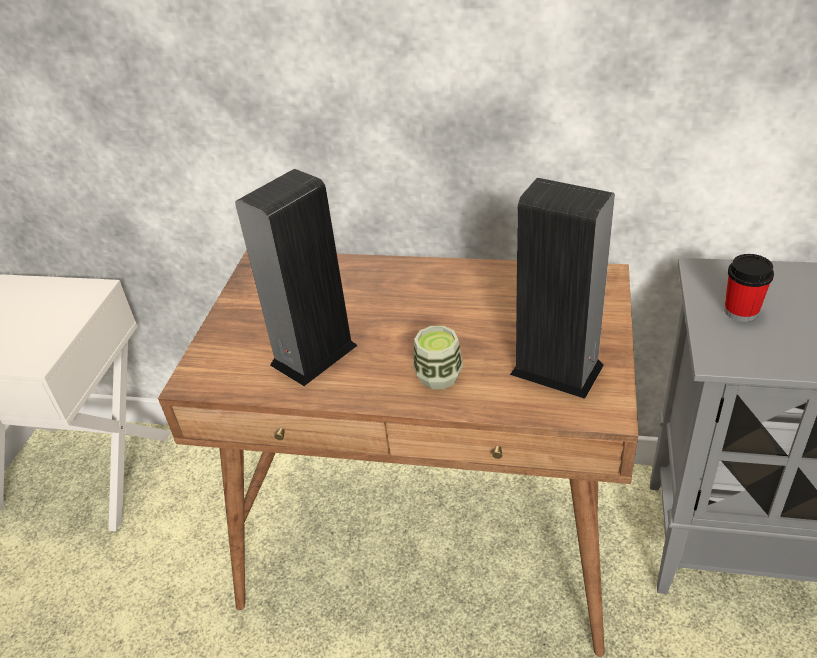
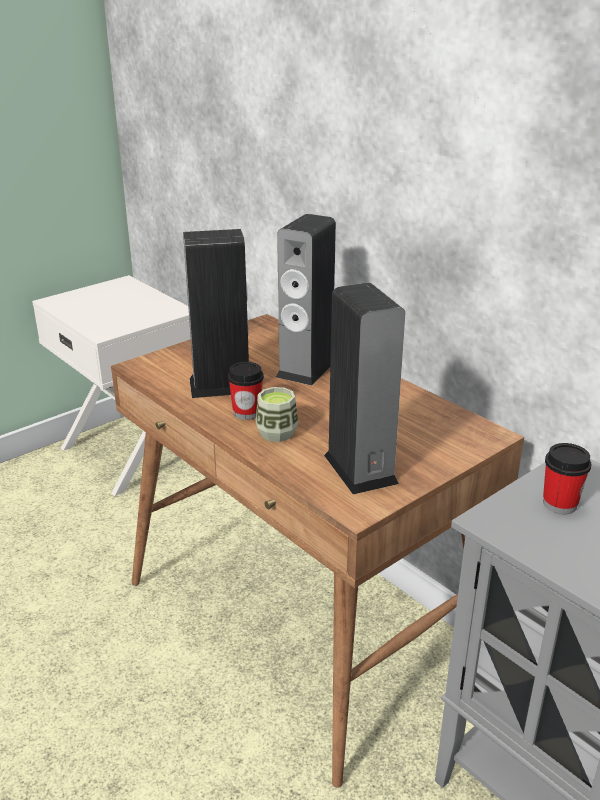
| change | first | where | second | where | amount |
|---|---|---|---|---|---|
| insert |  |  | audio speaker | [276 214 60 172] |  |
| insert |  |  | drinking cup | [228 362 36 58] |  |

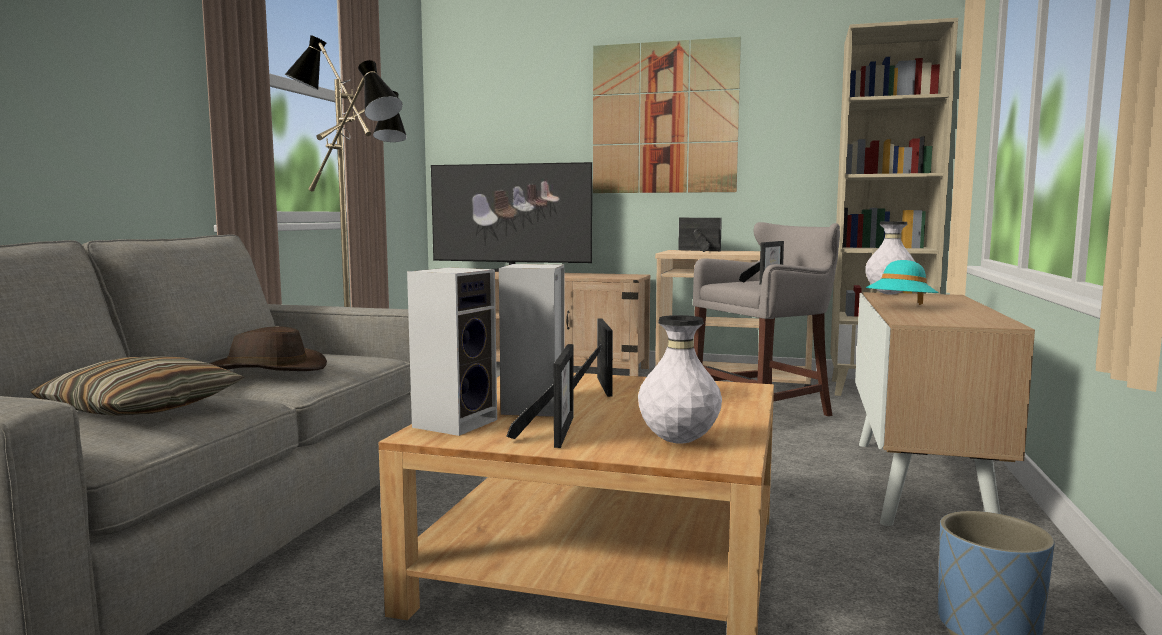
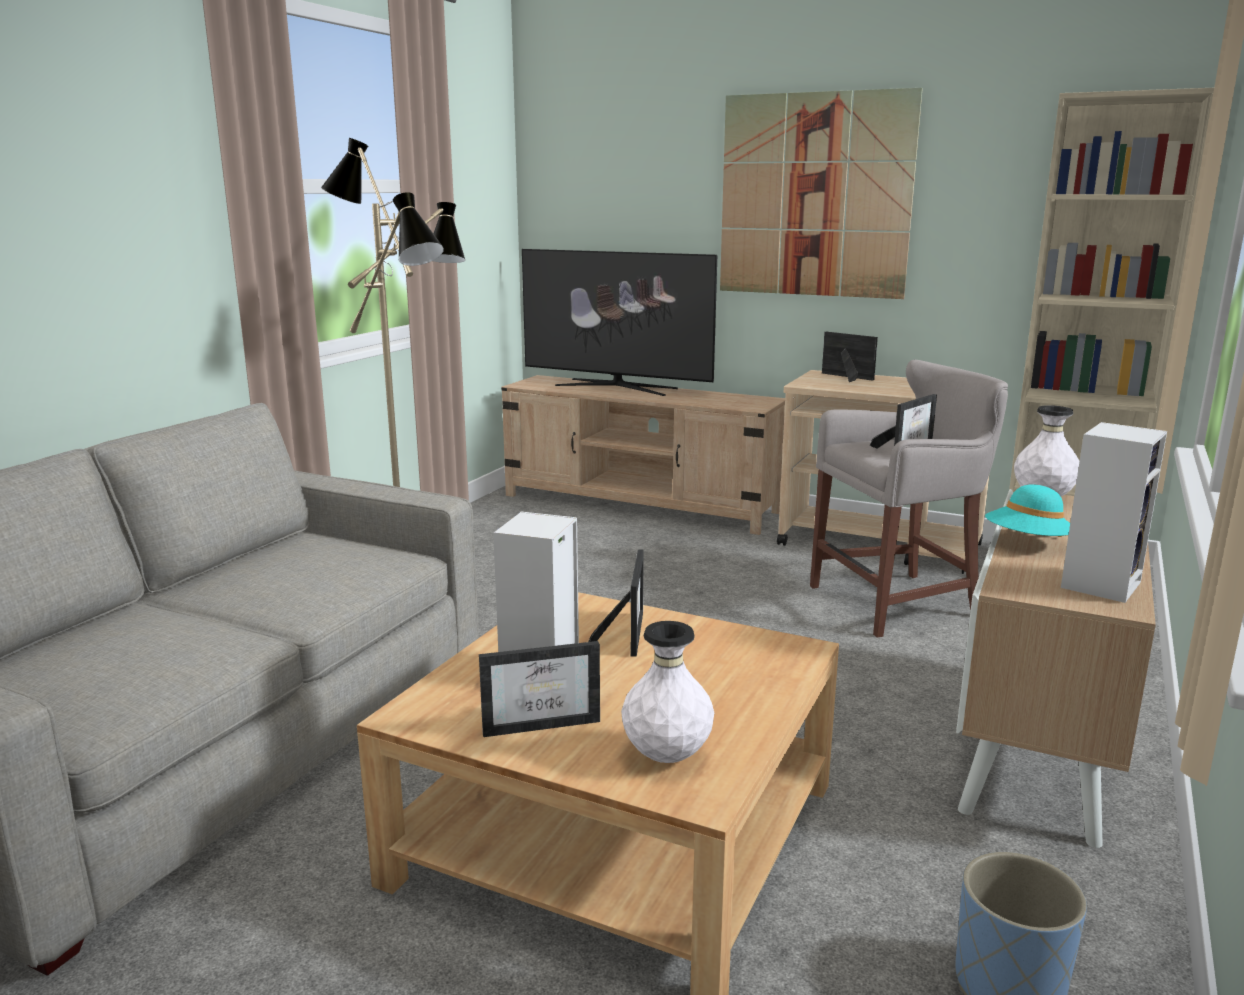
| change | first | where | second | where | amount |
|---|---|---|---|---|---|
| move | audio speaker | [407 267 90 169] |  | [1061 422 106 181] |  |
| delete | brown-coloured wearable hat | [210 326 117 45] |  |  |  |
| rotate | standing frame | [506 344 68 104] |  | [479 641 121 96] | 60 degrees clockwise |
| delete | throw pillow | [30 356 215 60] |  |  |  |

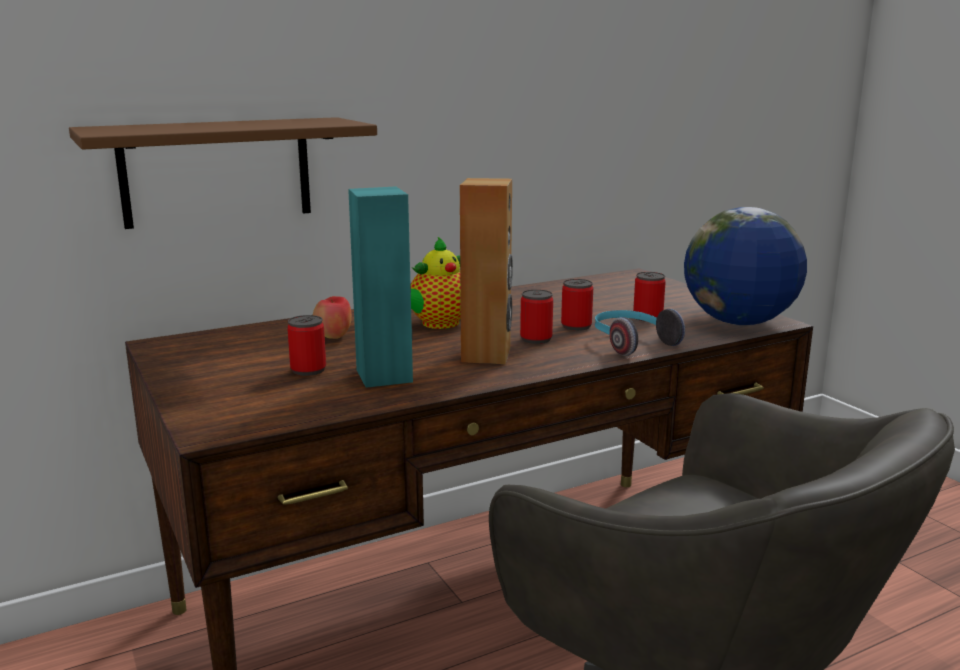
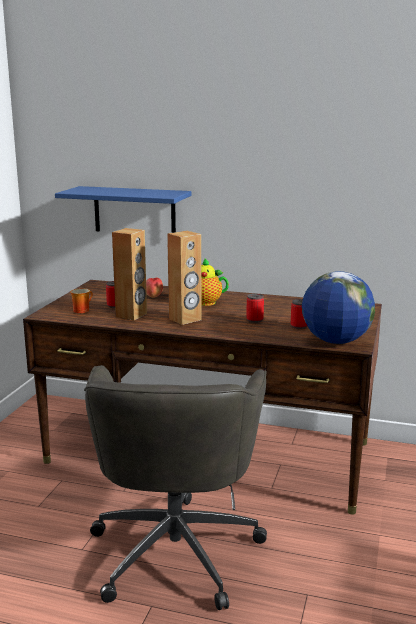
| change | first | where | second | where | amount |
|---|---|---|---|---|---|
| recolor | brown-coloured shelf | [69 117 308 112] | blue shelf | [55 186 136 47] |  |
| recolor | turquoise audio speaker | [348 186 65 202] | brown-coloured audio speaker | [112 228 35 92] |  |
| delete | can | [520 289 33 55] |  |  |  |
| delete | pair of headphones | [595 309 90 47] |  |  |  |
| insert |  |  | mug | [70 288 23 25] |  |

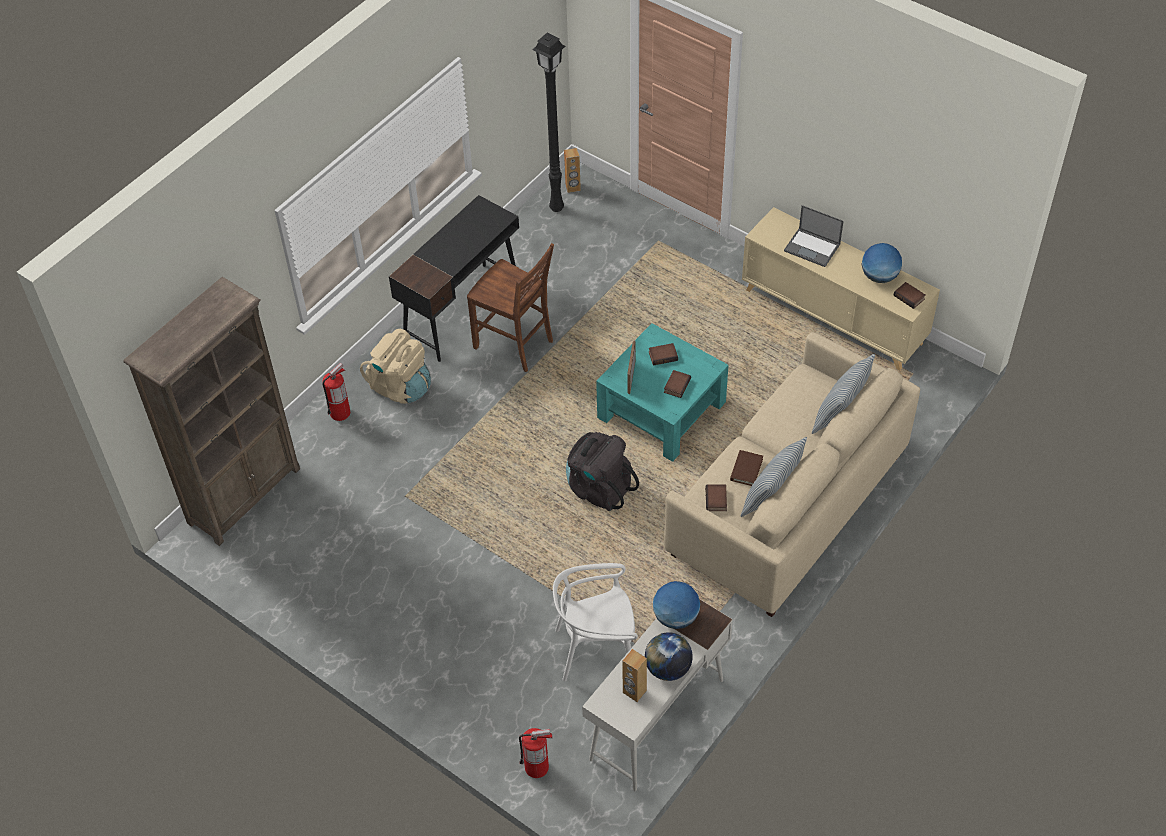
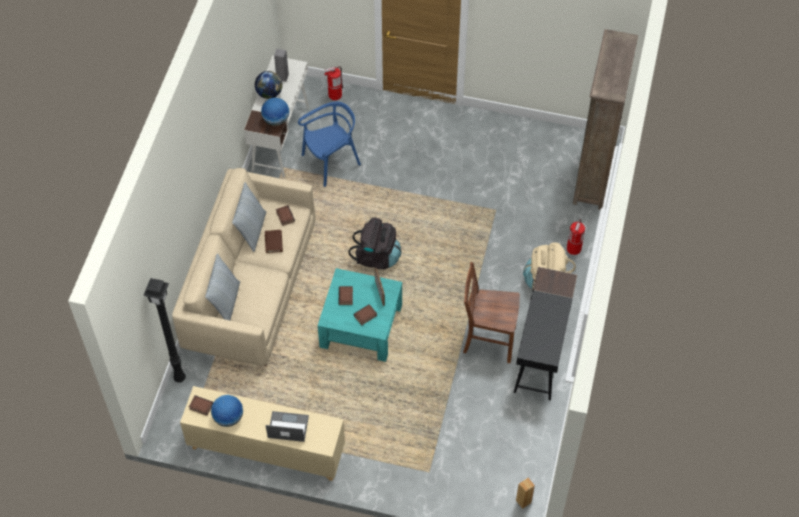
| change | first | where | second | where | amount |
|---|---|---|---|---|---|
| move | black-coloured standard lamp | [532 33 33 179] |  | [143 278 43 105] |  |
| recolor | white-coloured upright chair | [553 563 85 118] | blue upright chair | [298 102 63 85] |  |
| recolor | brown-coloured audio speaker | [622 649 25 53] | greyish audio speaker | [274 48 15 34] |  |

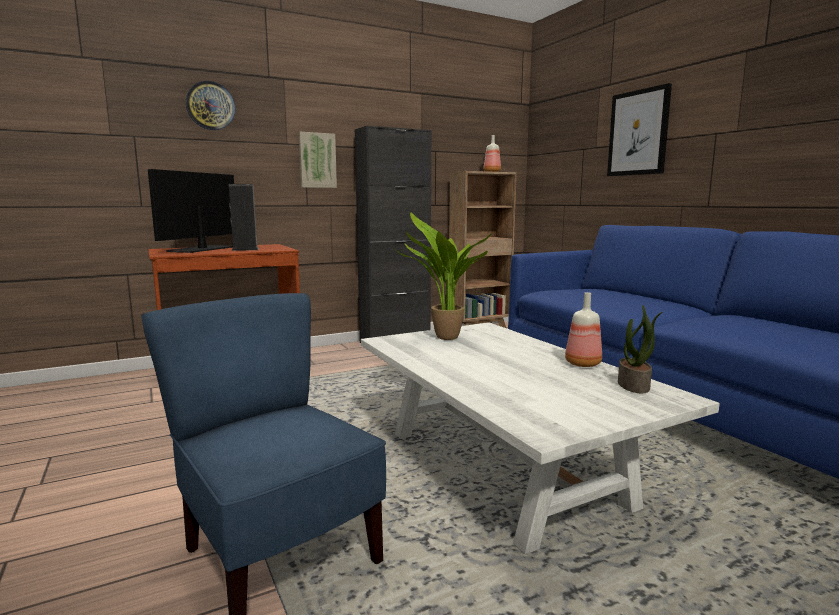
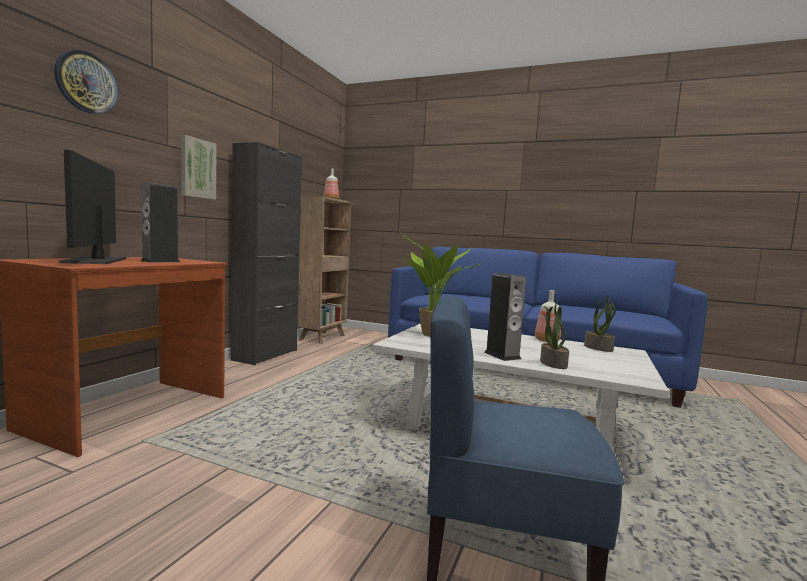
| change | first | where | second | where | amount |
|---|---|---|---|---|---|
| delete | picture | [607 83 65 93] |  |  |  |
| insert |  |  | audio speaker | [484 273 42 88] |  |
| insert |  |  | plant in a pot | [540 301 29 68] |  |

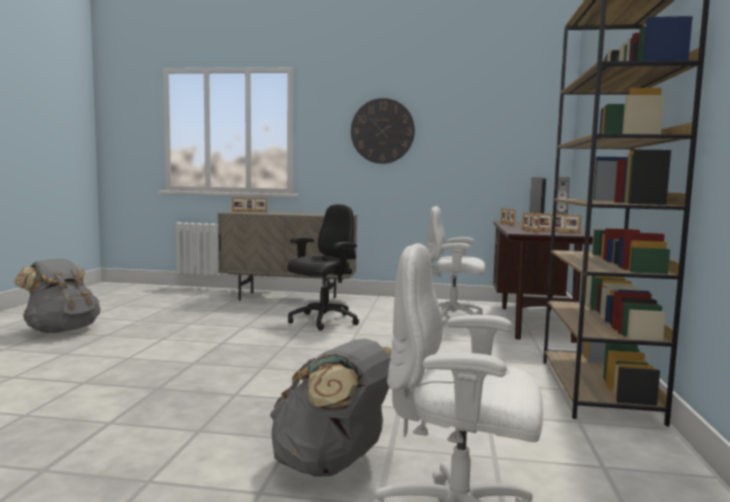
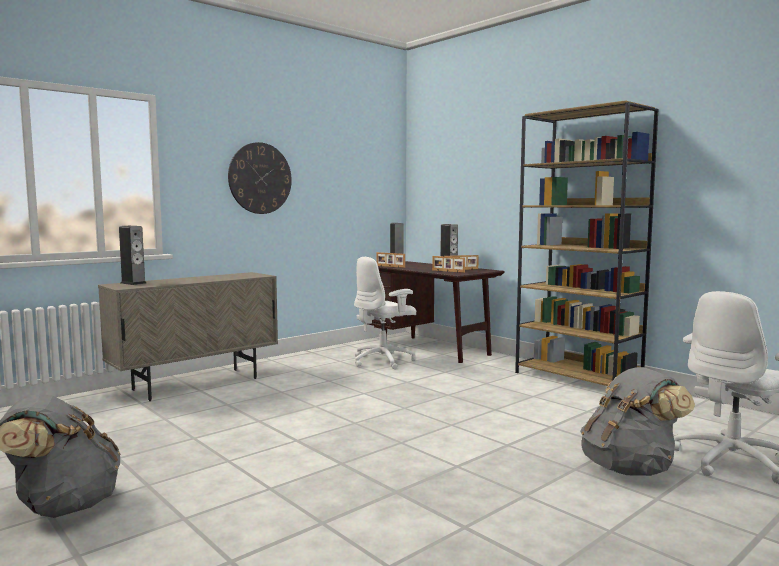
| change | first | where | second | where | amount |
|---|---|---|---|---|---|
| replace | standing frame | [232 198 35 14] | audio speaker | [119 226 27 59] |  |
| delete | black-coloured office chair | [287 204 72 127] |  |  |  |

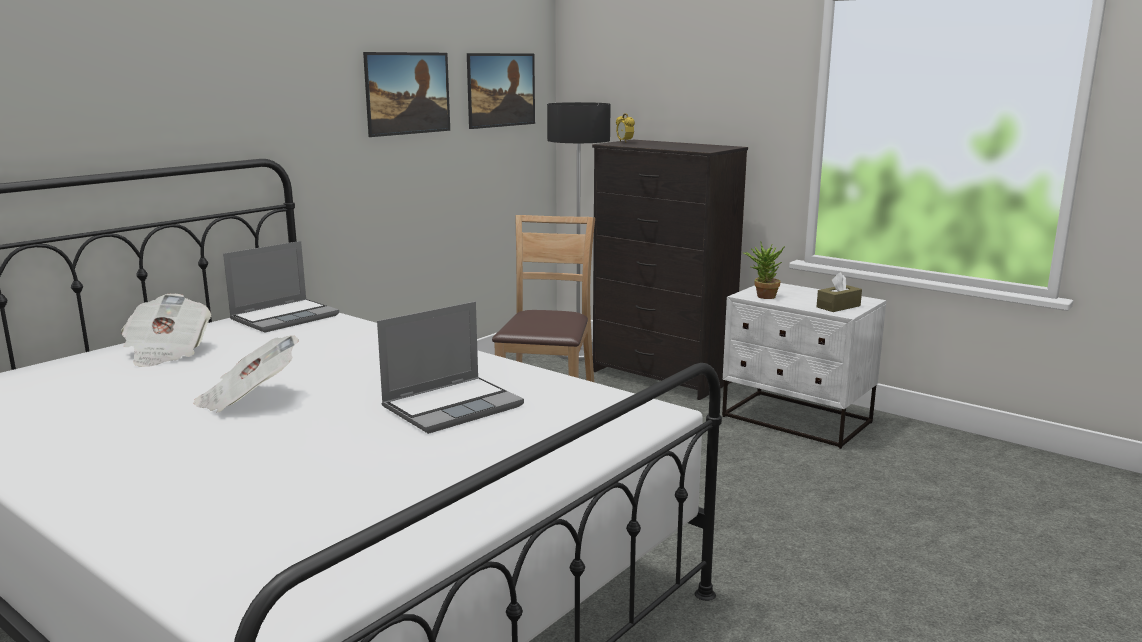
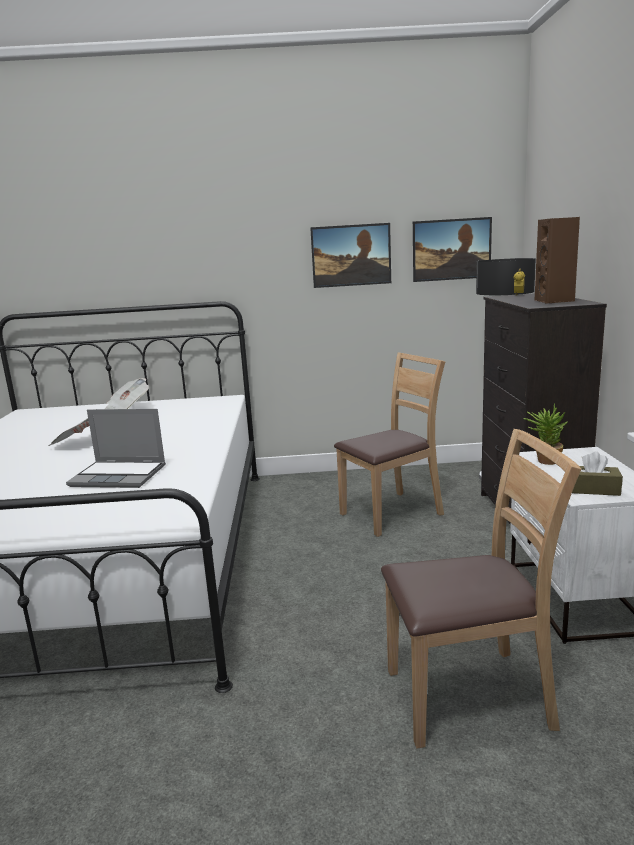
| change | first | where | second | where | amount |
|---|---|---|---|---|---|
| delete | laptop | [223 241 116 92] |  |  |  |
| insert |  |  | brown-coloured audio speaker | [534 217 46 87] |  |
| insert |  |  | brown-coloured upright chair | [381 429 200 319] |  |

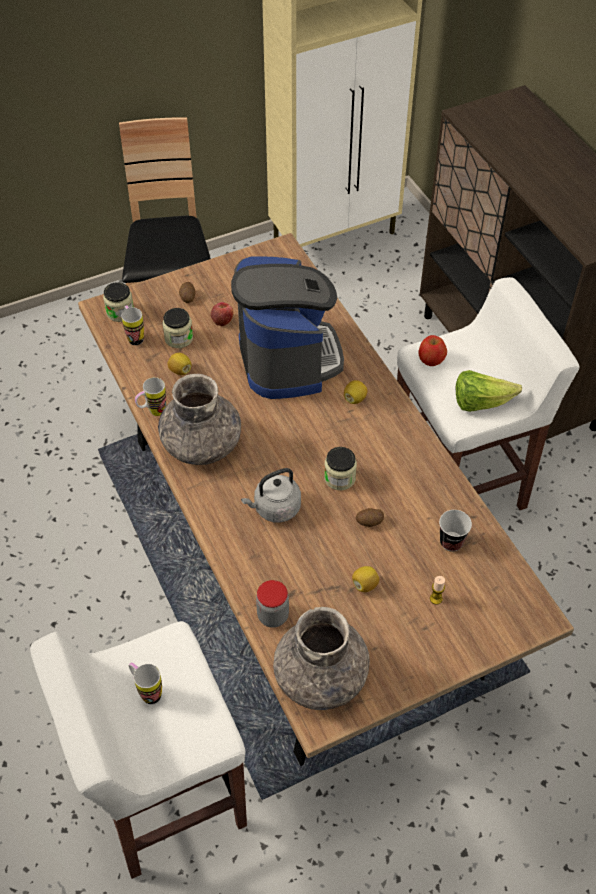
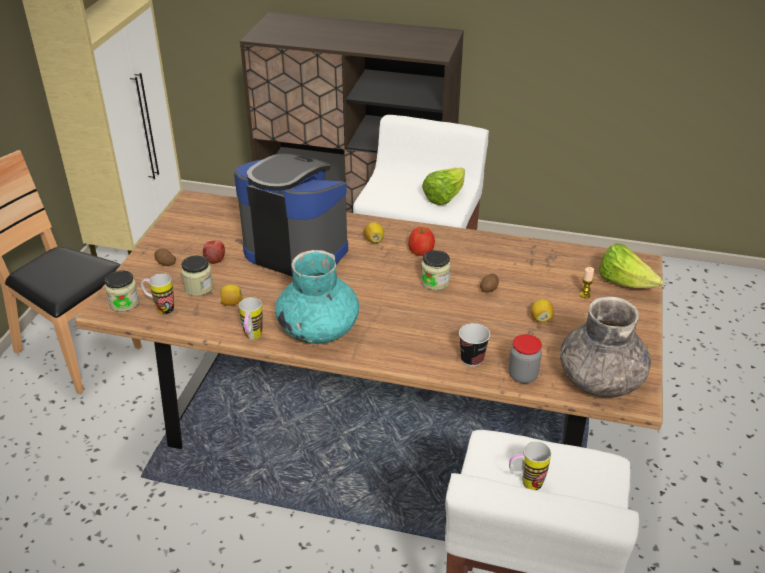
| change | first | where | second | where | amount |
|---|---|---|---|---|---|
| move | apple | [419 335 28 31] |  | [408 227 27 29] |  |
| recolor | greyish vase | [158 374 83 91] | turquoise vase | [275 250 84 94] |  |
| delete | greyish kettle | [241 468 60 55] |  |  |  |
| move | drinking cup | [439 510 33 42] |  | [459 323 31 43] |  |
| insert |  |  | lettuce | [599 243 64 45] |  |

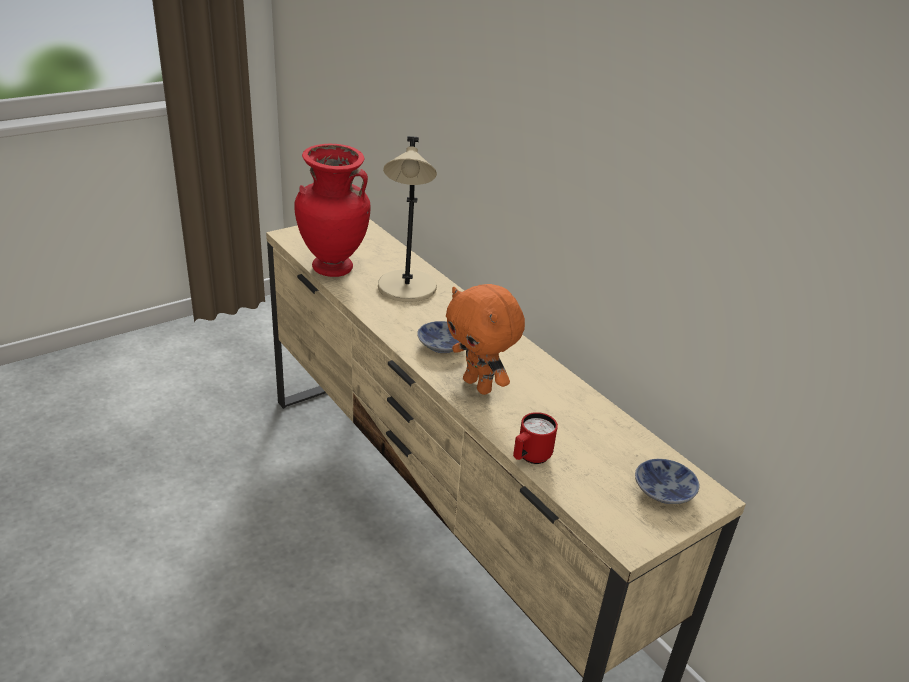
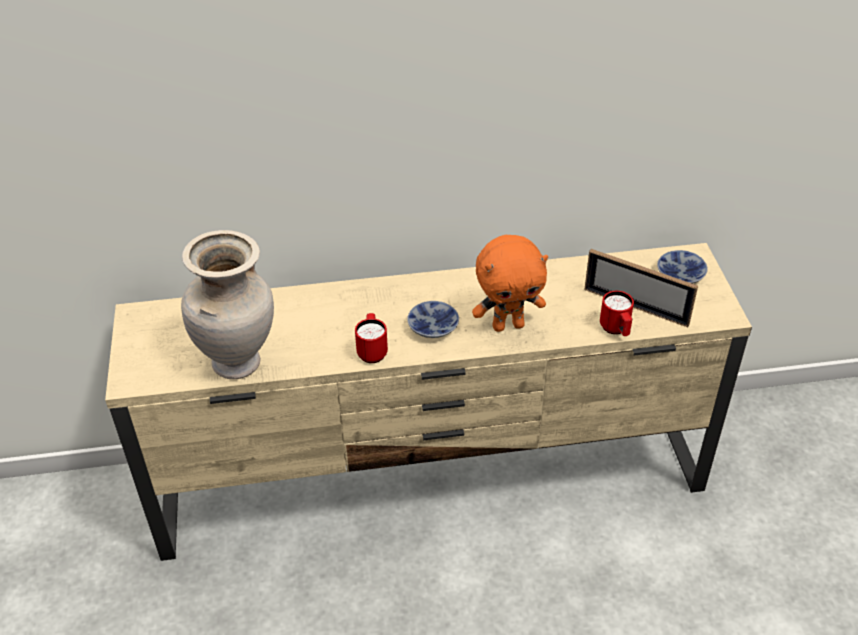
| change | first | where | second | where | amount |
|---|---|---|---|---|---|
| delete | beige-coloured tabletop lamp | [378 136 59 166] |  |  |  |
| recolor | reddish vase | [294 144 76 133] | beige-coloured vase | [181 230 93 149] |  |
| insert |  |  | standing frame | [584 249 114 78] |  |
| insert |  |  | reddish mug | [355 313 33 50] |  |

